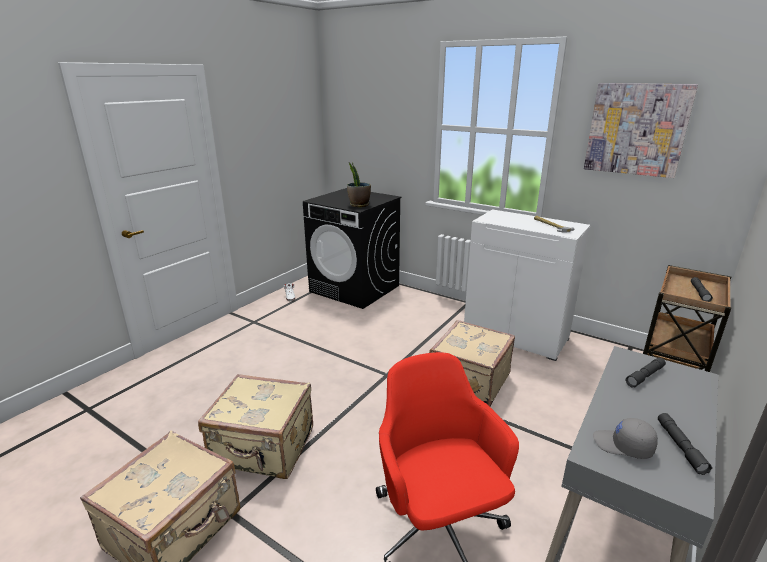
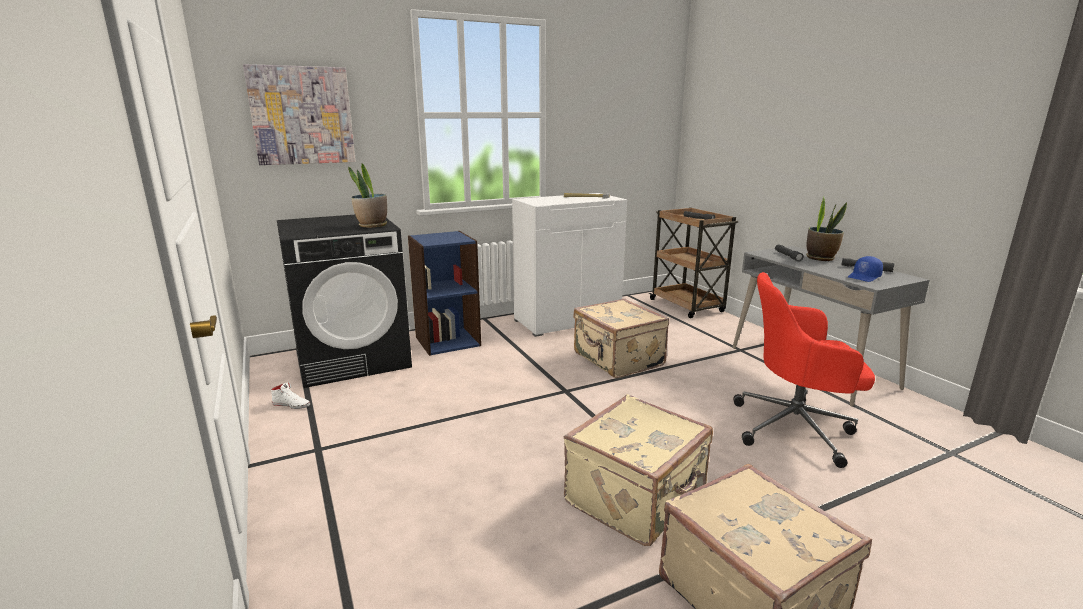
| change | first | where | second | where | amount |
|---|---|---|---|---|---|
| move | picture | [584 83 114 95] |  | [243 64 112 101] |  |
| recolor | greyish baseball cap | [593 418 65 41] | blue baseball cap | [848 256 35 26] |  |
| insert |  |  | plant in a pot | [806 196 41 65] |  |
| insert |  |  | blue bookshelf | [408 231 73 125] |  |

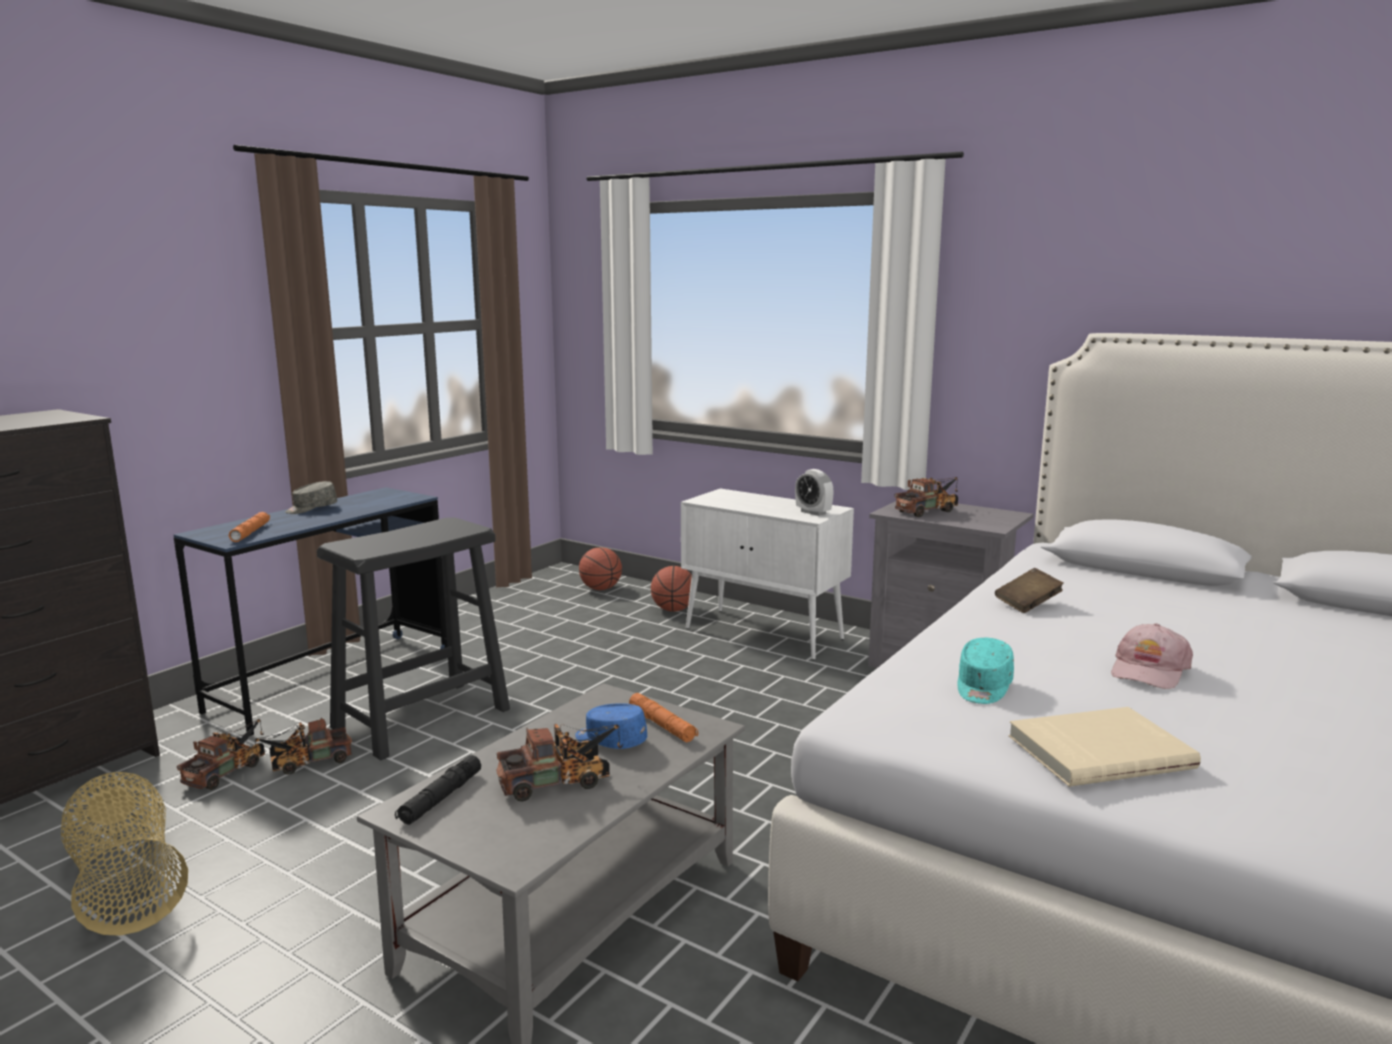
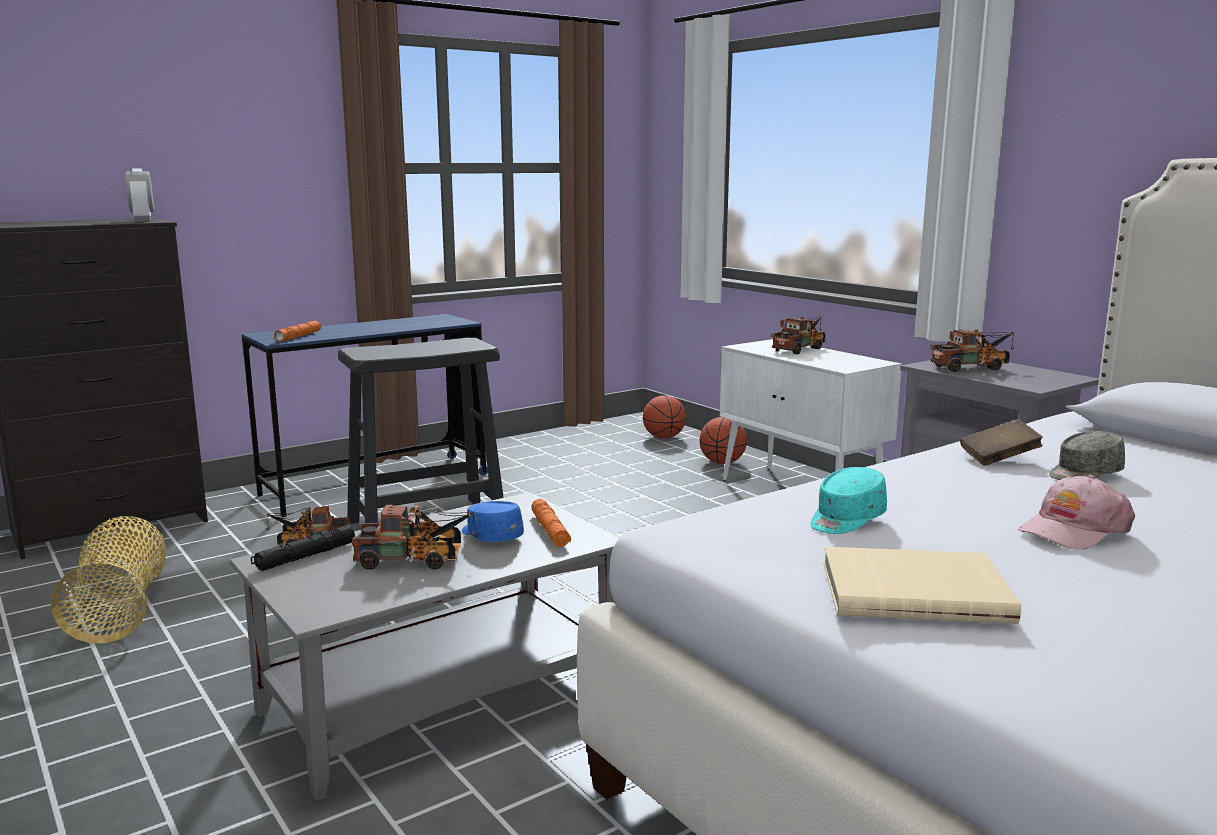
| change | first | where | second | where | amount |
|---|---|---|---|---|---|
| move | bedside clock | [795 469 38 47] |  | [125 168 29 54] |  |
| move | greyish baseball cap | [285 481 52 33] |  | [1049 431 76 49] |  |
| move | toy lorry | [177 719 88 71] |  | [771 316 54 38] |  |

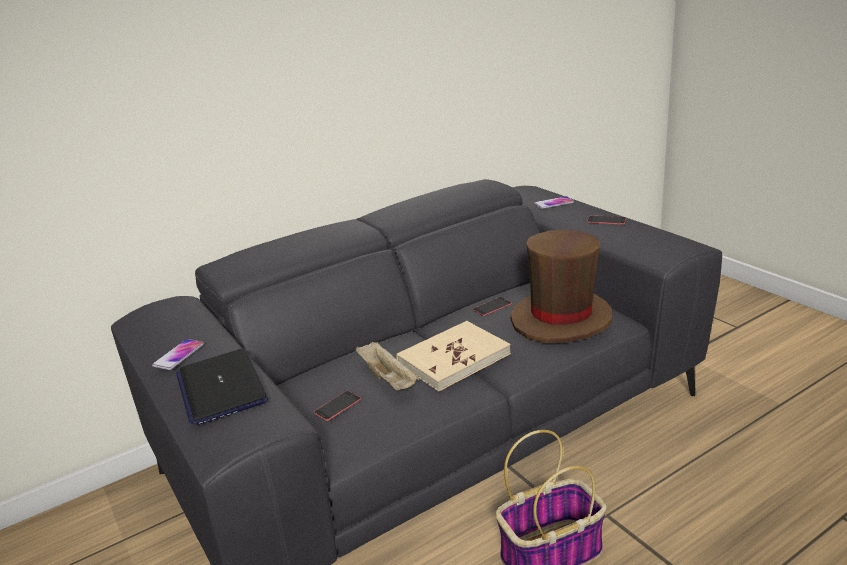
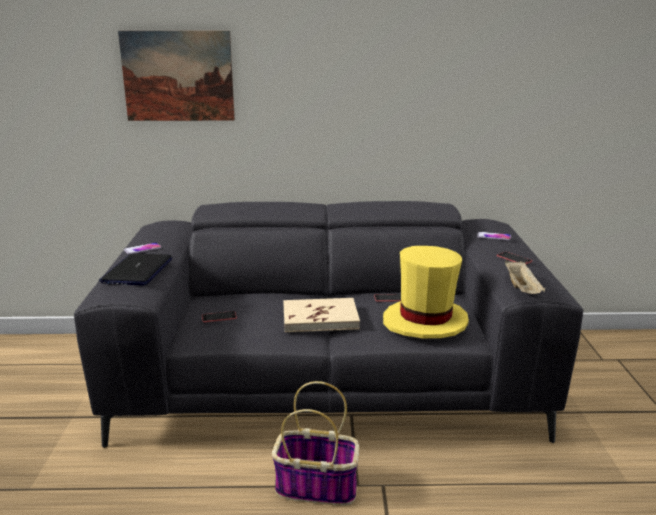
| change | first | where | second | where | amount |
|---|---|---|---|---|---|
| recolor | brown-coloured wearable hat | [511 229 101 114] | yellow-coloured wearable hat | [383 246 86 93] |  |
| move | beige-coloured carrying tray | [356 342 63 48] |  | [505 260 40 34] |  |
| insert |  |  | picture | [118 31 117 90] |  |

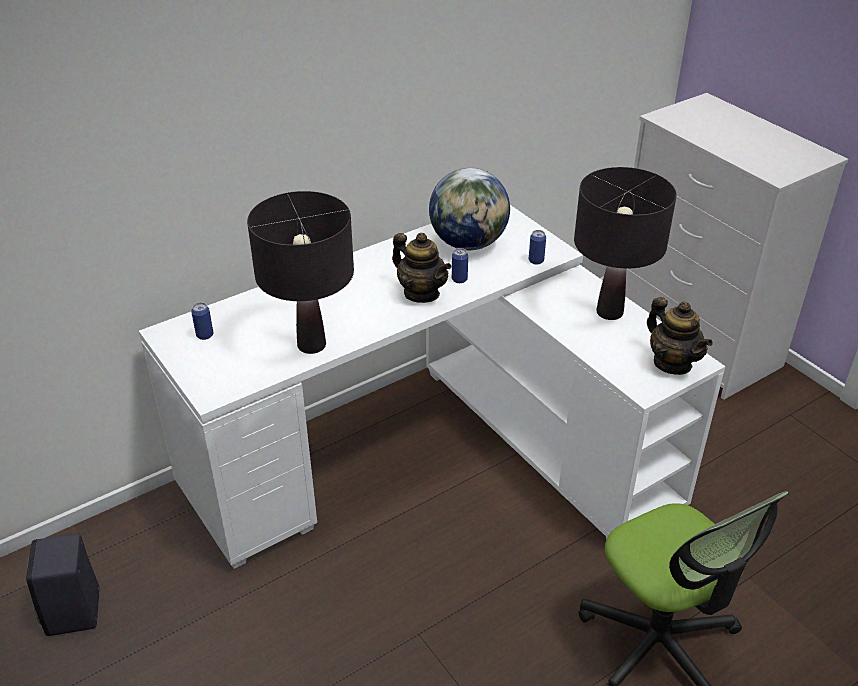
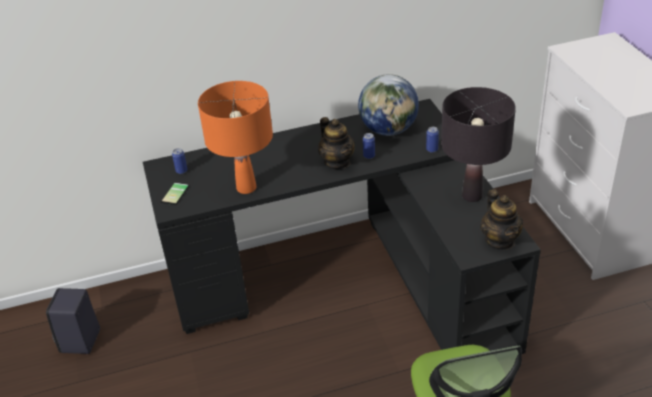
| change | first | where | second | where | amount |
|---|---|---|---|---|---|
| recolor | black-coloured tabletop lamp | [247 191 107 163] | orangey tabletop lamp | [198 81 75 113] |  |
| recolor | white-coloured desk | [139 205 586 364] | black-coloured desk | [143 99 398 255] |  |
| insert |  |  | telephone | [161 182 29 23] |  |

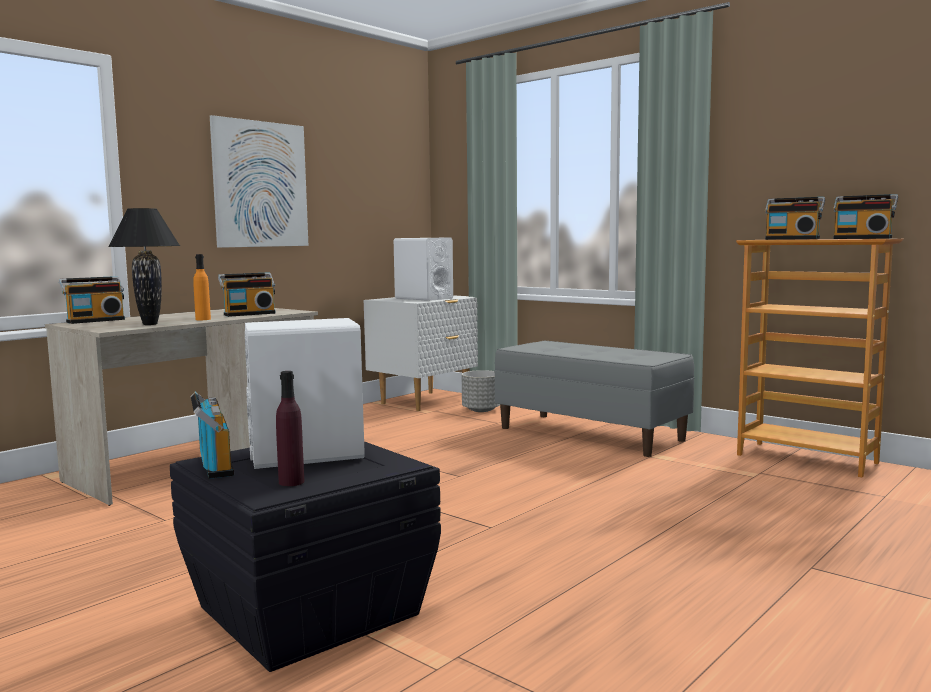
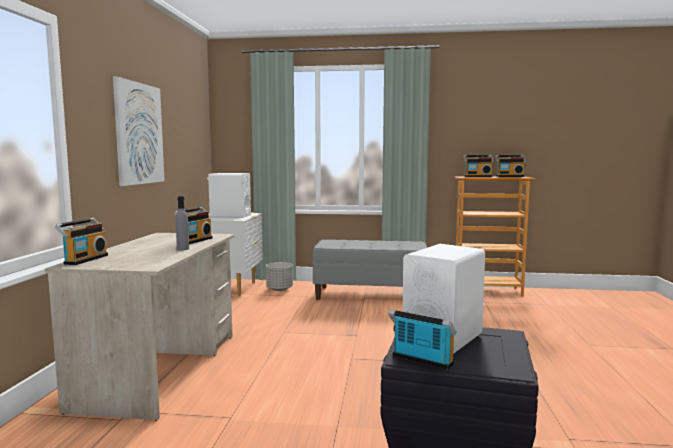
| change | first | where | second | where | amount |
|---|---|---|---|---|---|
| delete | black-coloured tabletop lamp | [108 208 72 117] |  |  |  |
| recolor | orangey beverage bottle | [193 254 18 66] | greyish beverage bottle | [176 196 13 54] |  |
| delete | purplish beverage bottle | [276 371 29 115] |  |  |  |

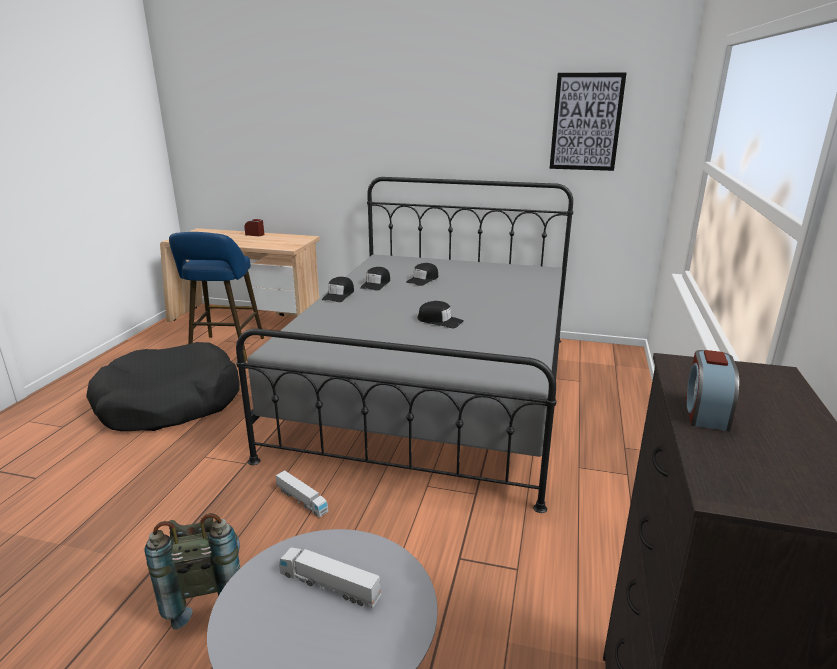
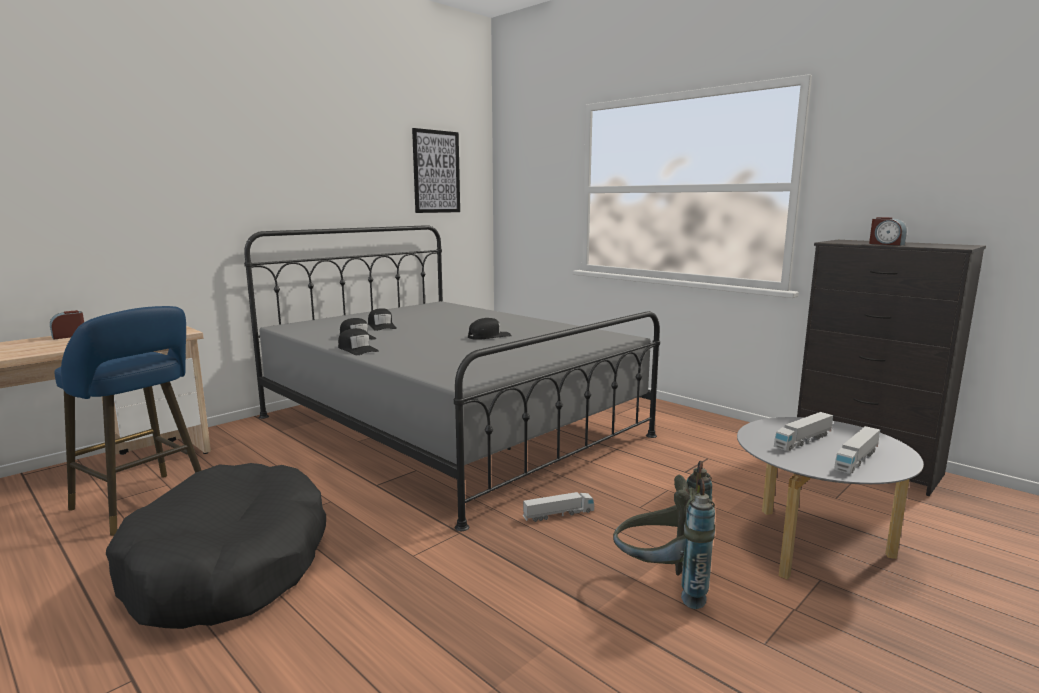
| change | first | where | second | where | amount |
|---|---|---|---|---|---|
| insert |  |  | toy lorry | [834 426 46 48] |  |

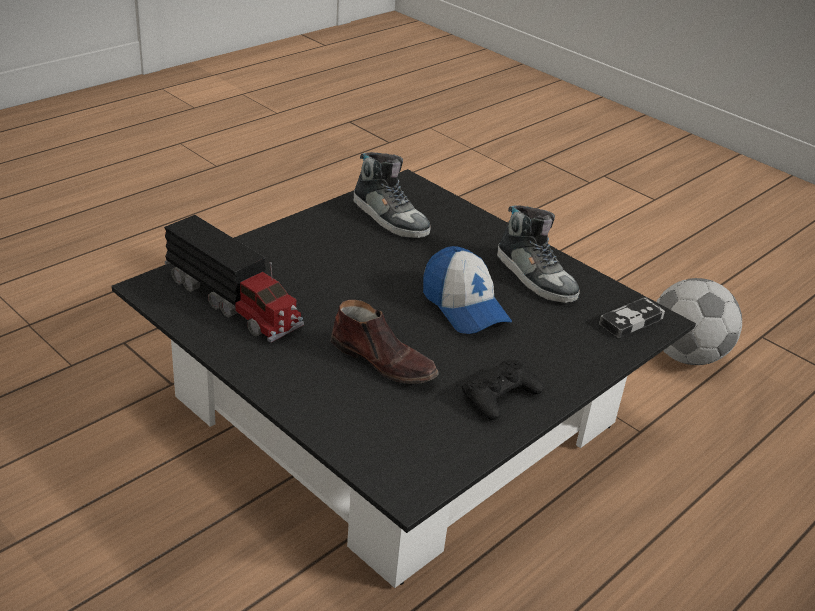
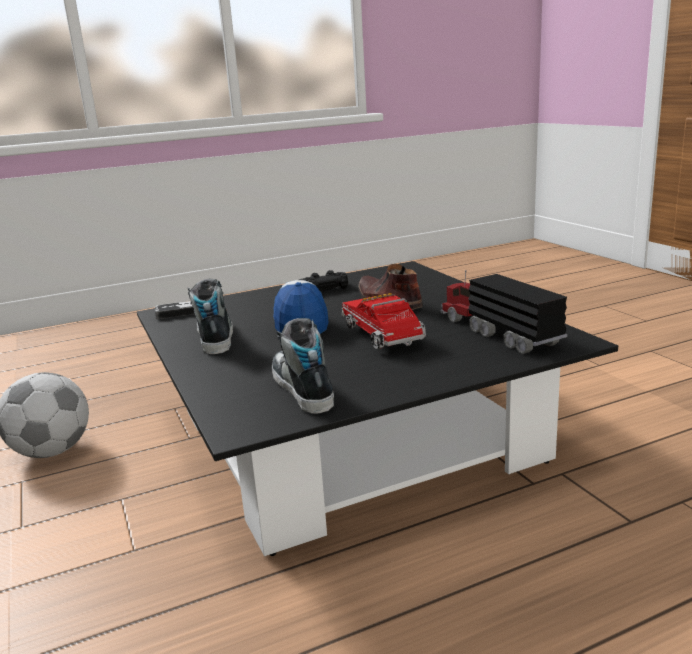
| change | first | where | second | where | amount |
|---|---|---|---|---|---|
| insert |  |  | toy lorry | [342 293 84 56] |  |

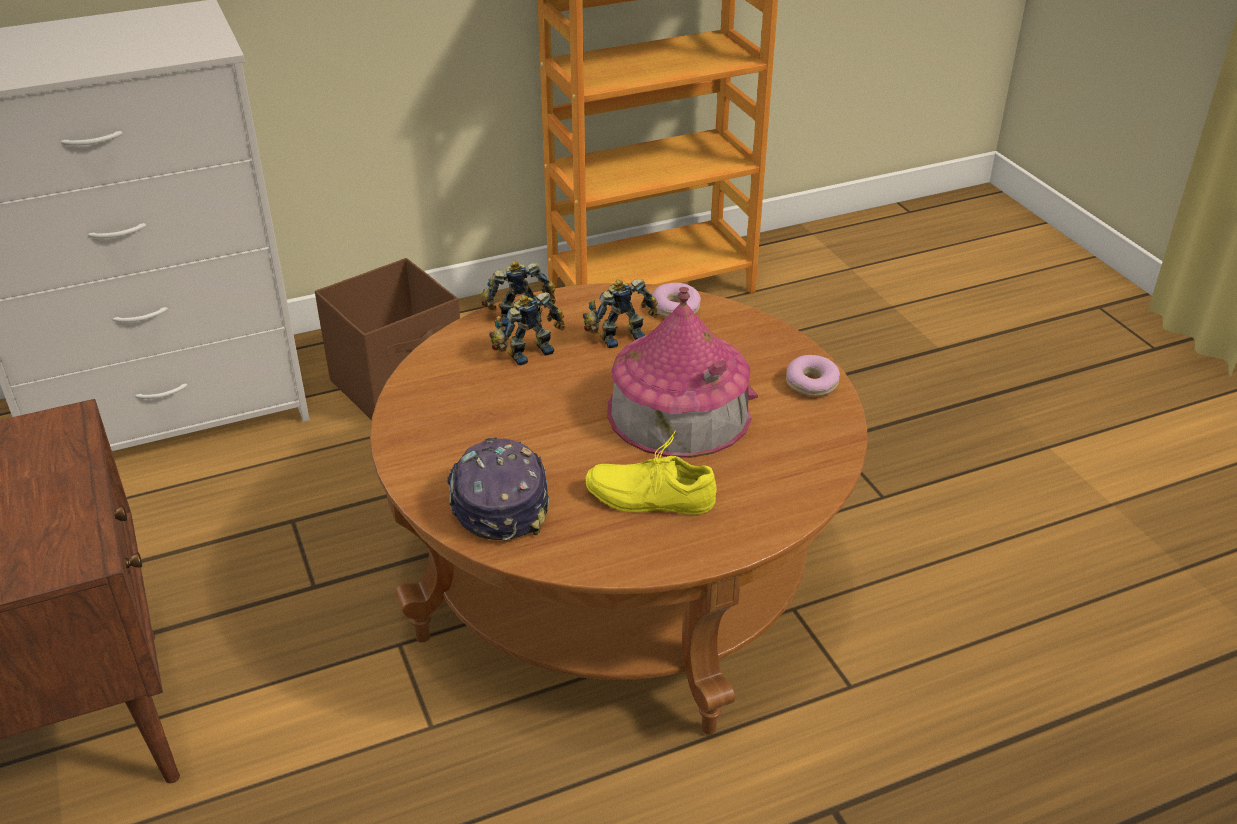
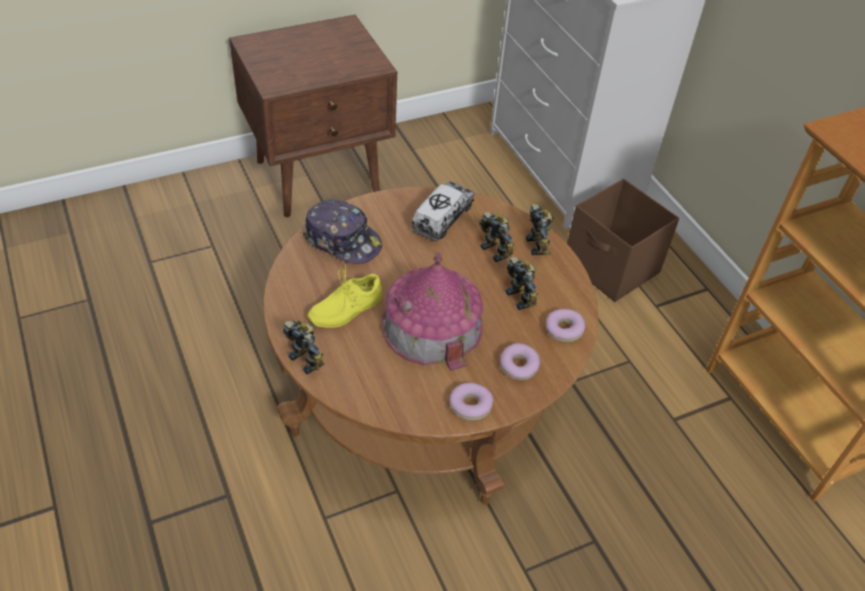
| change | first | where | second | where | amount |
|---|---|---|---|---|---|
| rotate | yellow-coloured item of footwear | [585 430 132 85] |  | [307 264 75 64] | 135 degrees counterclockwise |
| rotate | baseball cap | [446 438 103 103] |  | [303 199 79 65] | 45 degrees clockwise |
| insert |  |  | toy lorry | [411 182 63 60] |  |
| insert |  |  | model robot | [283 321 41 53] |  |
| insert |  |  | ring doughnut | [500 343 40 37] |  |

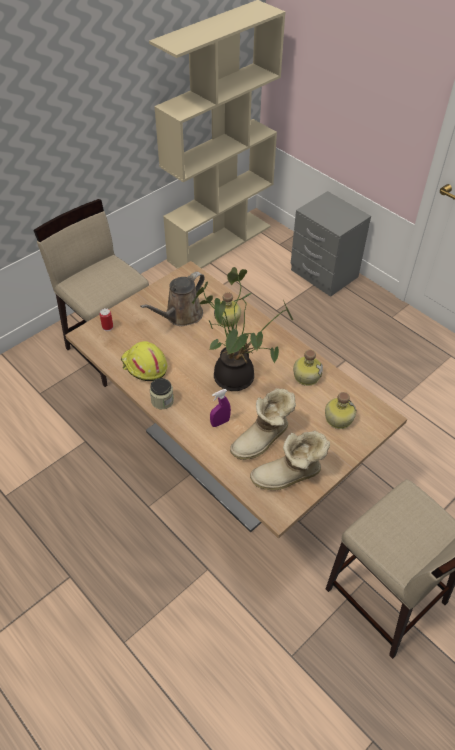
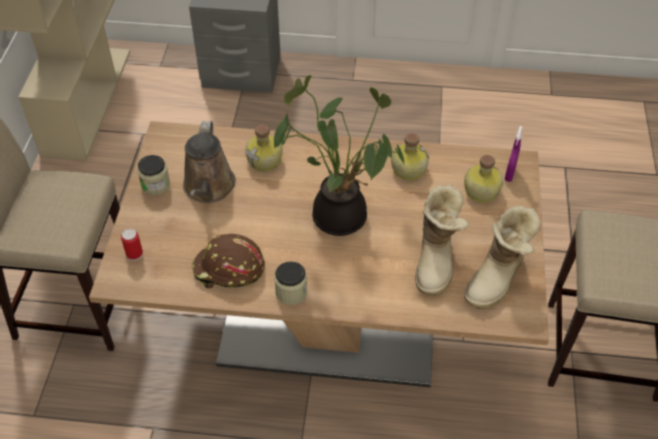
| change | first | where | second | where | amount |
|---|---|---|---|---|---|
| recolor | yellow-coloured safety helmet | [121 341 46 40] | brown-coloured safety helmet | [192 234 73 55] |  |
| move | purplish hand sprayer | [210 389 21 38] |  | [505 126 18 56] |  |
| insert |  |  | storage jar | [138 155 32 40] |  |

